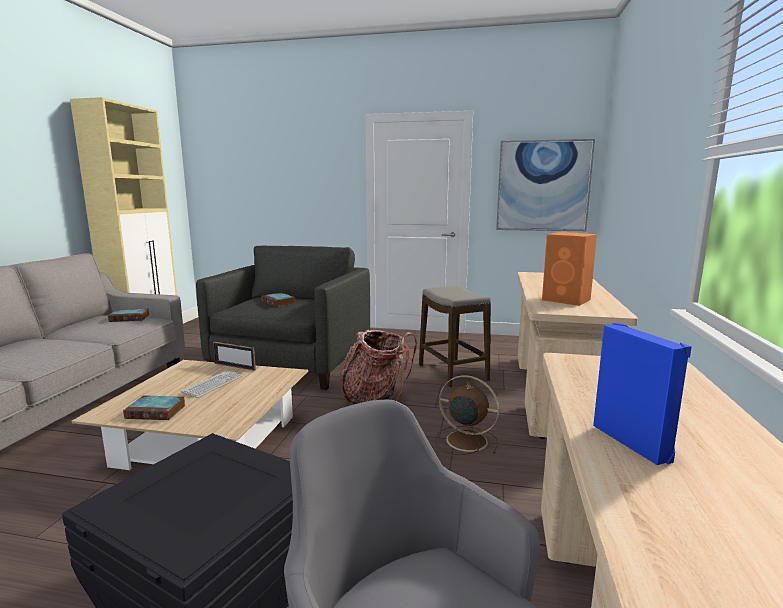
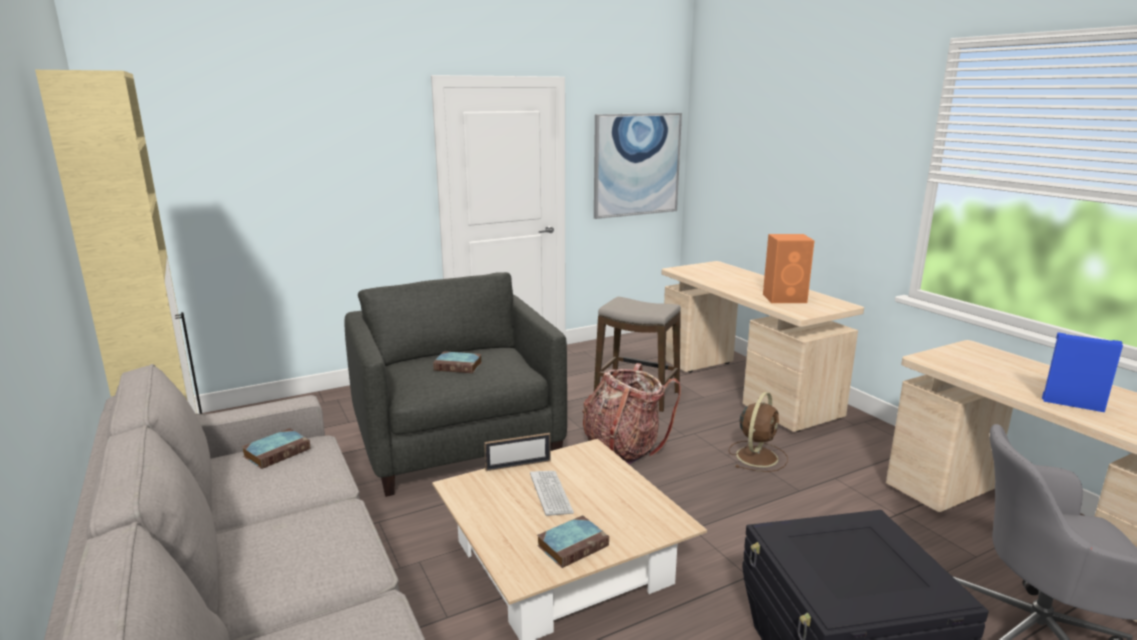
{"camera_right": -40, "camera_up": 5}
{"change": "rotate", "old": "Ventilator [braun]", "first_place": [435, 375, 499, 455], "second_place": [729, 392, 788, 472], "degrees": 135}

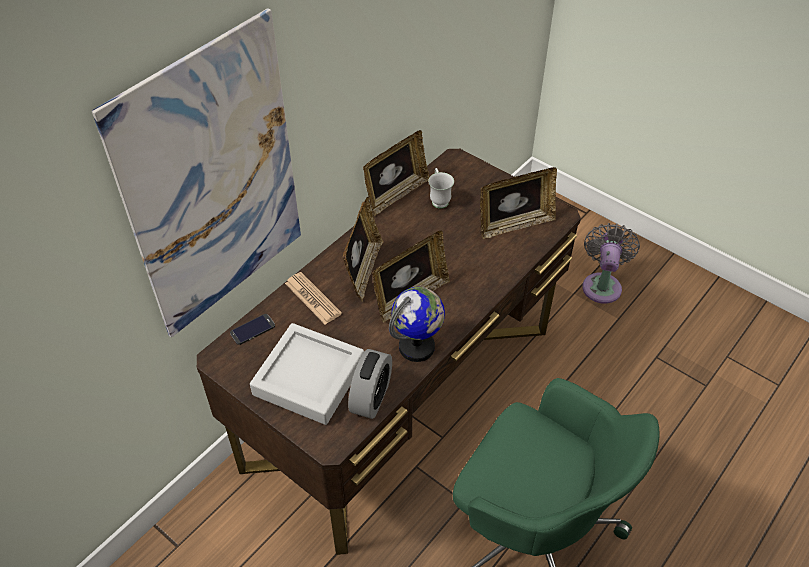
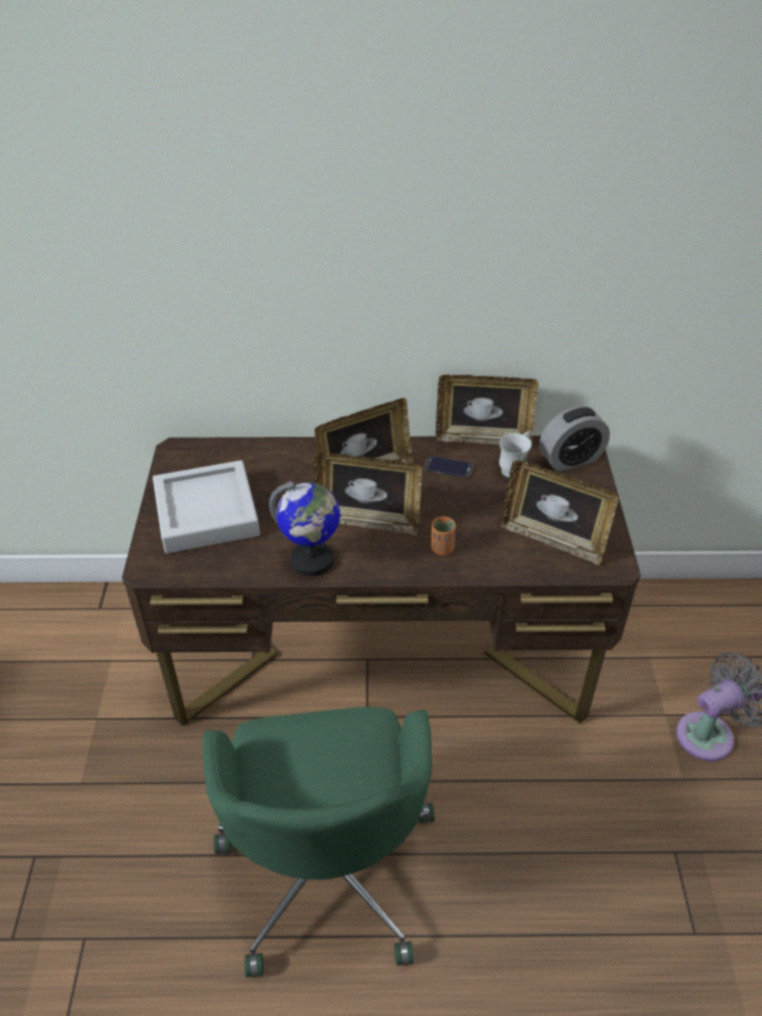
{"camera_right": 50, "camera_up": -5}
{"change": "move", "old": "Handy", "first_place": [230, 314, 275, 345], "second_place": [425, 456, 474, 478]}
{"change": "insert", "new": "Tasse [orange]", "second_place": [431, 517, 456, 555]}
{"change": "move", "old": "Wecker", "first_place": [348, 349, 392, 419], "second_place": [540, 406, 610, 472]}
{"change": "delete", "old": "Bild", "first_place": [92, 8, 301, 337]}
{"change": "delete", "old": "Zeitung", "first_place": [285, 272, 342, 324]}

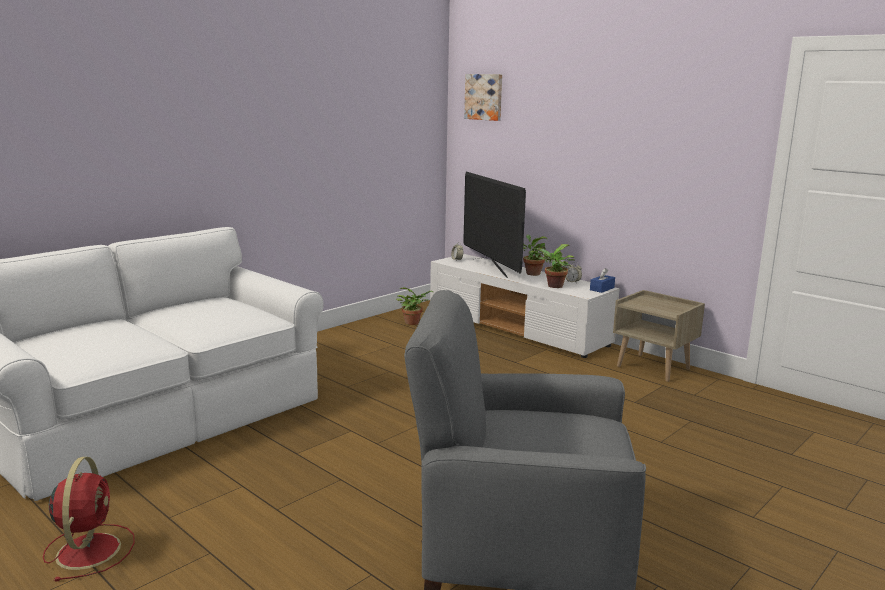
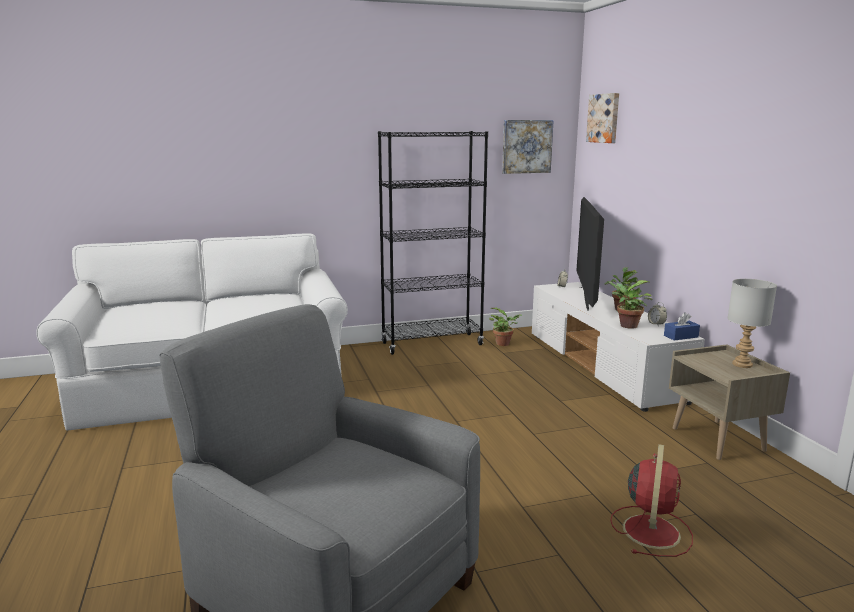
{"camera_right": 30, "camera_up": 0}
{"change": "insert", "new": "Bücherregal [schwarz]", "second_place": [378, 131, 488, 355]}
{"change": "insert", "new": "Bild", "second_place": [502, 120, 554, 174]}
{"change": "move", "old": "Ventilator [rot]", "first_place": [43, 457, 135, 581], "second_place": [610, 444, 693, 557]}
{"change": "insert", "new": "Tischlampe [grau]", "second_place": [728, 279, 777, 368]}

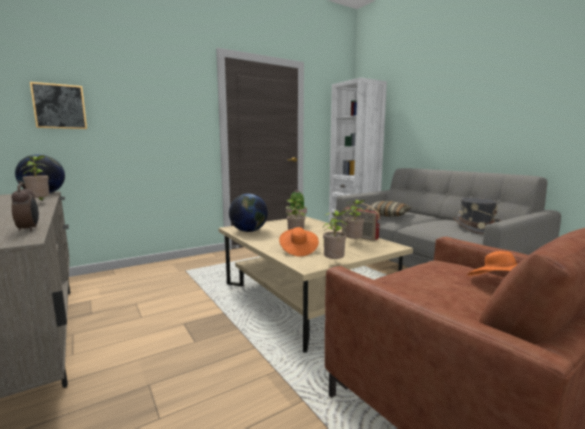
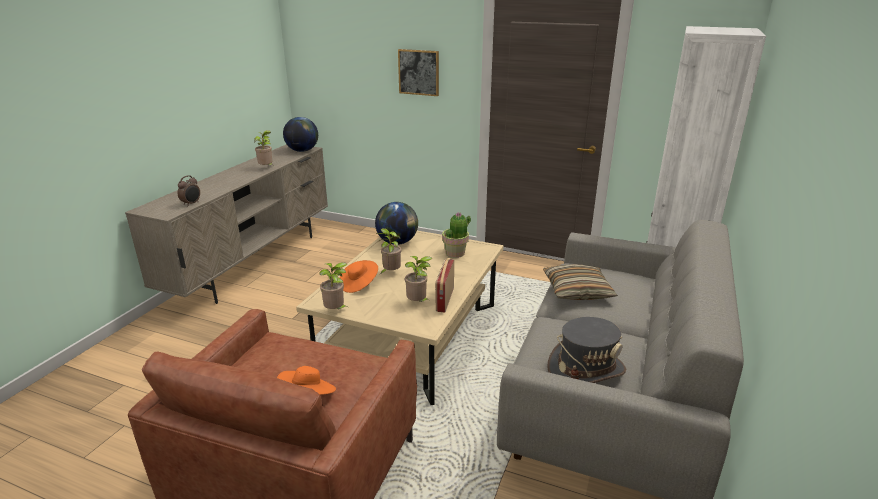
{"camera_right": 55, "camera_up": 15}
{"change": "move", "old": "Bild", "first_place": [30, 82, 87, 129], "second_place": [398, 49, 439, 96]}

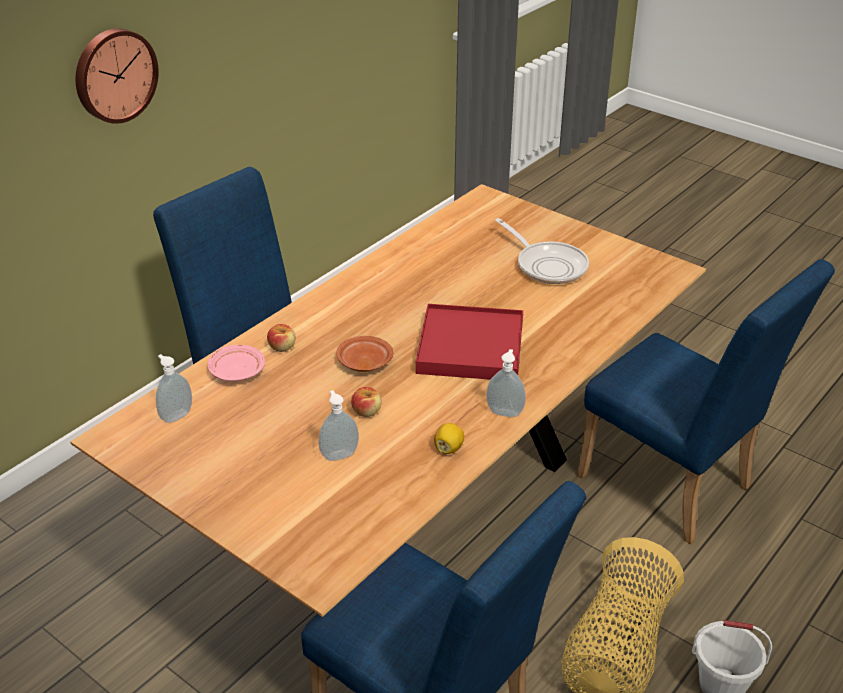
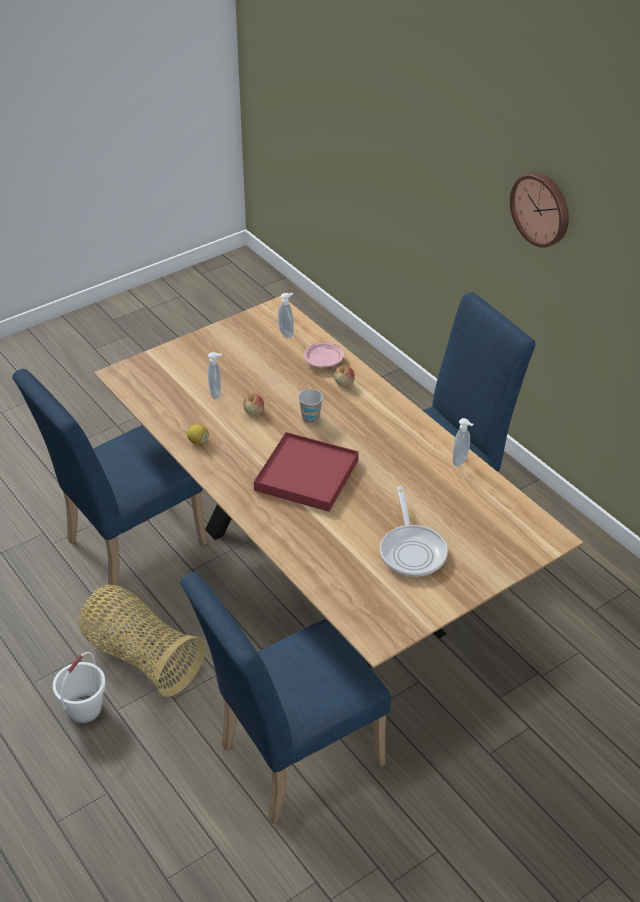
{"camera_right": 105, "camera_up": 5}
{"change": "replace", "old": "Teller [braun]", "new": "Tasse", "first_place": [336, 336, 393, 372], "second_place": [298, 389, 323, 424]}
{"change": "rotate", "old": "Pfanne", "first_place": [495, 218, 589, 284], "second_place": [380, 486, 448, 577], "degrees": -75}
{"change": "move", "old": "Seifenspender", "first_place": [486, 349, 526, 417], "second_place": [453, 418, 473, 467]}

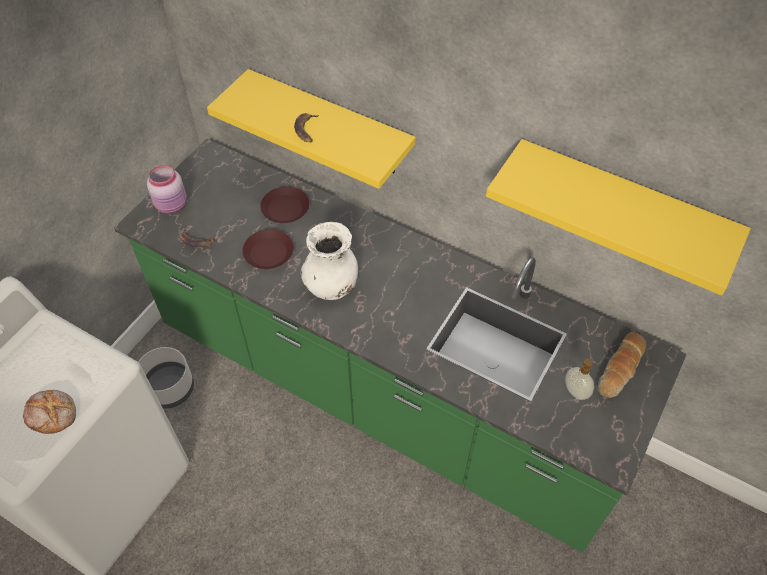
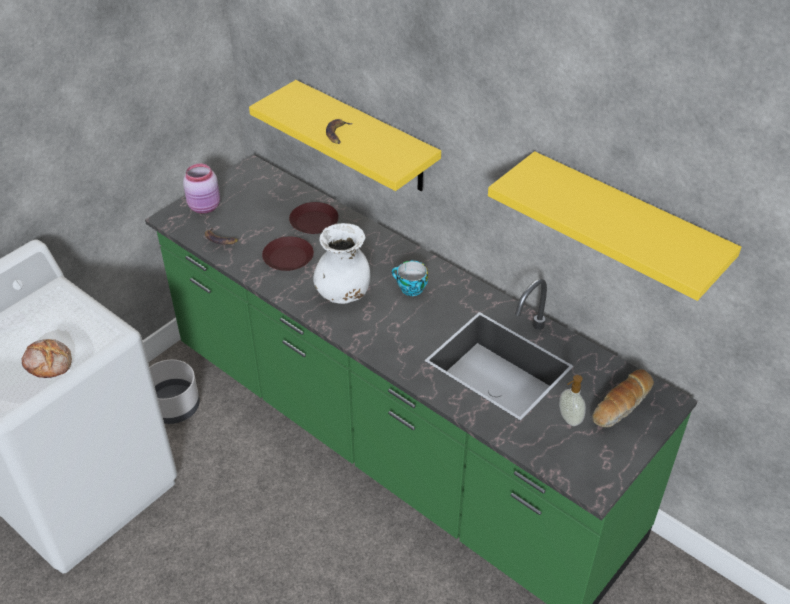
{"camera_right": 10, "camera_up": -10}
{"change": "insert", "new": "Tasse", "second_place": [392, 261, 428, 296]}

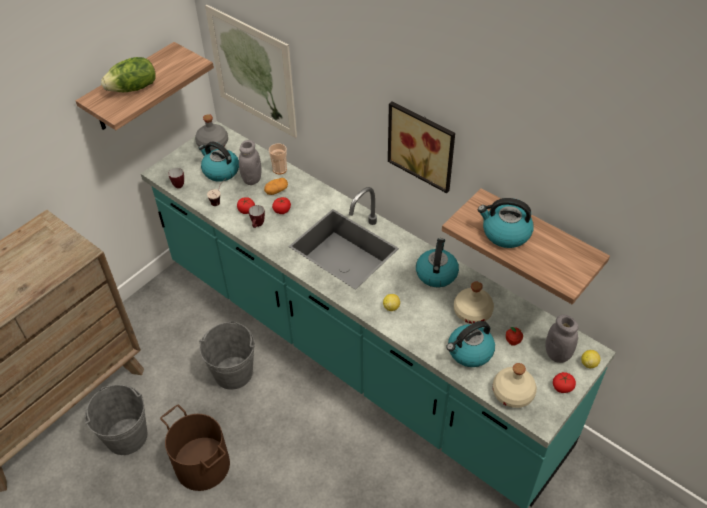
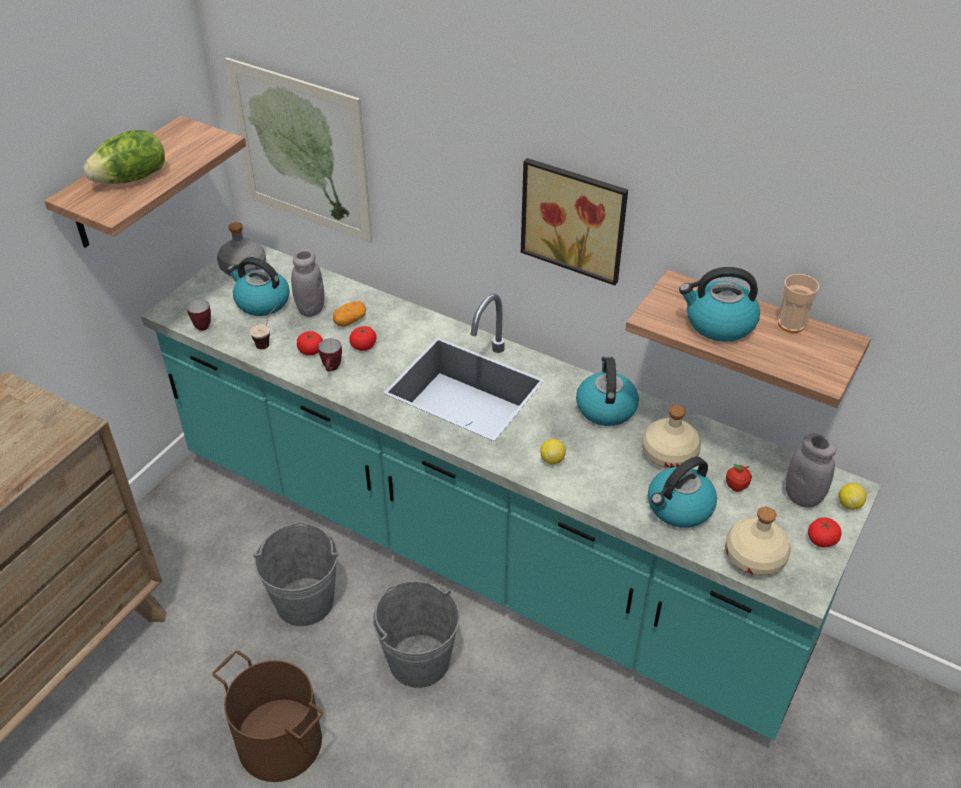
{"camera_right": -10, "camera_up": -5}
{"change": "move", "old": "Eimer [grau]", "first_place": [85, 385, 148, 455], "second_place": [373, 581, 460, 688]}
{"change": "move", "old": "Tasse", "first_place": [269, 144, 287, 174], "second_place": [778, 274, 819, 333]}

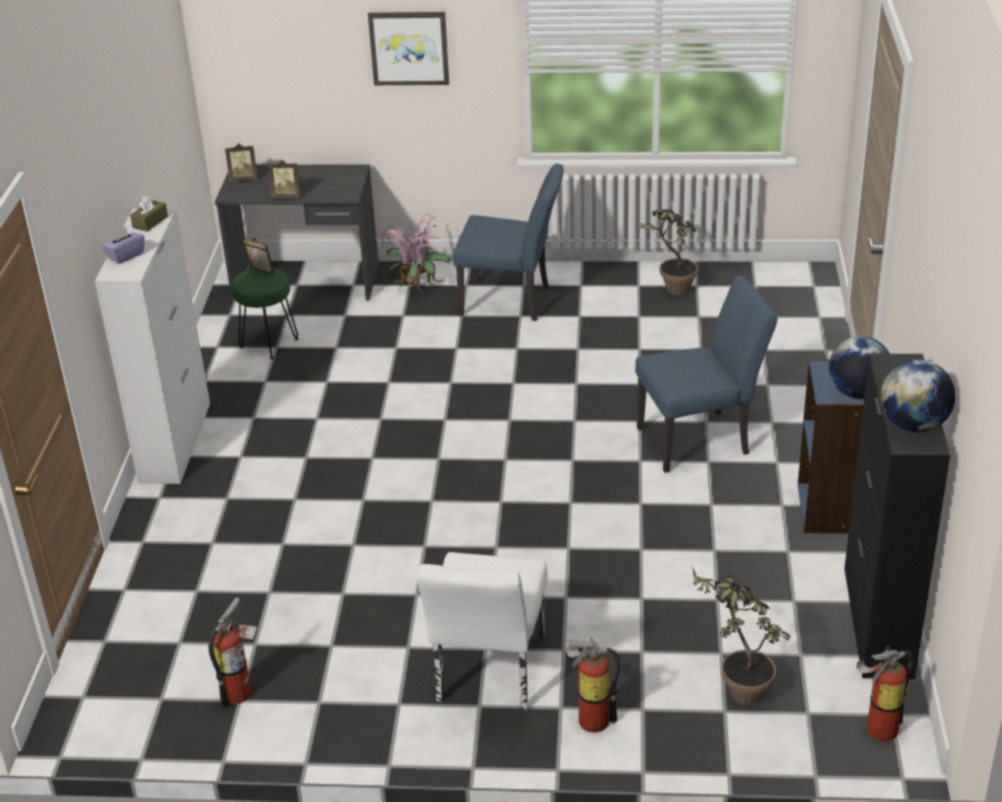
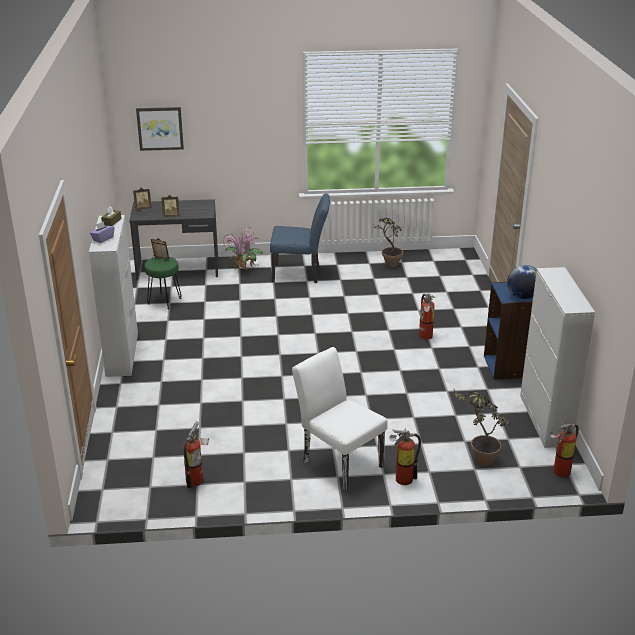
{"camera_right": -10, "camera_up": -5}
{"change": "move", "old": "Bild", "first_place": [368, 12, 449, 85], "second_place": [136, 107, 184, 151]}
{"change": "rotate", "old": "Stuhl [weiß]", "first_place": [417, 552, 548, 710], "second_place": [292, 347, 388, 491], "degrees": 135}
{"change": "replace", "old": "Stuhl [blau]", "new": "Feuerlöscher", "first_place": [635, 276, 778, 473], "second_place": [419, 294, 435, 340]}
{"change": "recolor", "old": "Schrank [schwarz]", "new": "Schrank [weiß]", "first_place": [844, 354, 950, 679], "second_place": [520, 267, 595, 448]}
{"change": "delete", "old": "Globus", "first_place": [881, 360, 956, 432]}

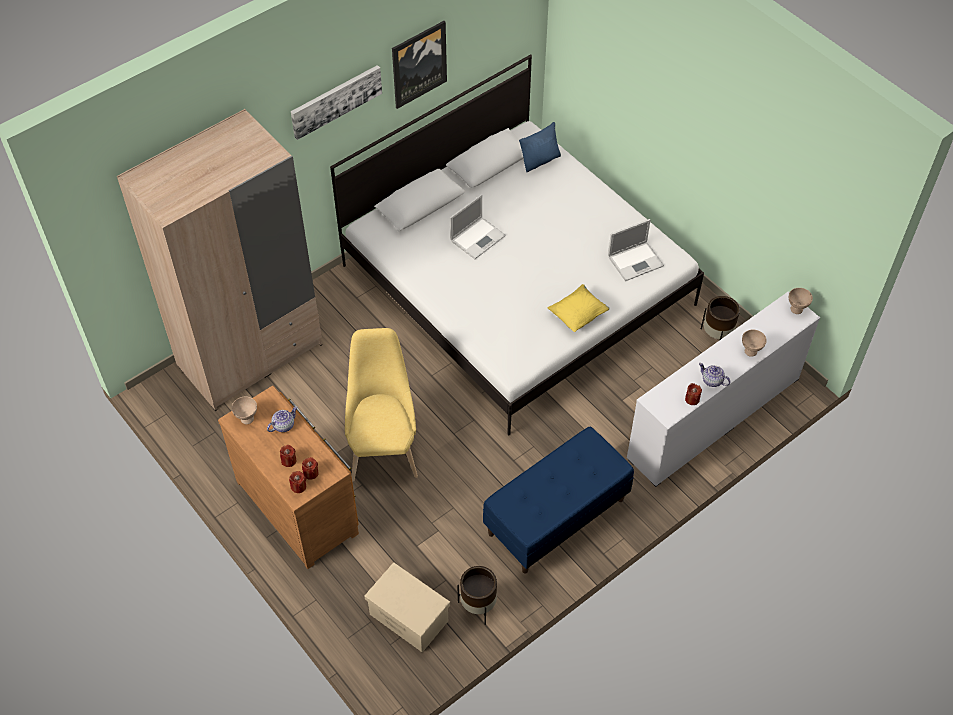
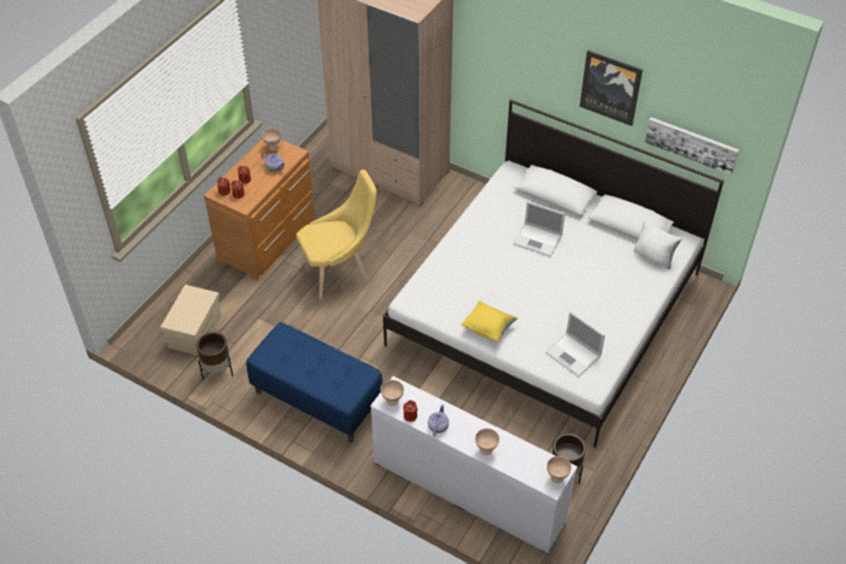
{"camera_right": 70, "camera_up": -5}
{"change": "insert", "new": "Schüssel [beige]", "second_place": [381, 380, 404, 406]}
{"change": "recolor", "old": "Kissen [blau]", "new": "Kissen [weiß]", "first_place": [519, 122, 561, 172], "second_place": [633, 221, 683, 269]}
{"change": "move", "old": "Bild", "first_place": [291, 65, 382, 140], "second_place": [645, 117, 739, 175]}

